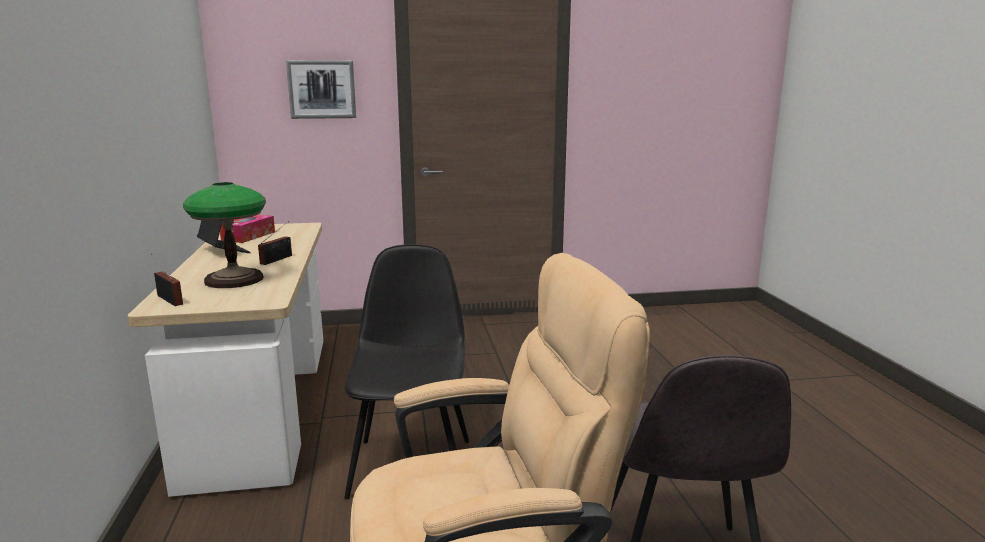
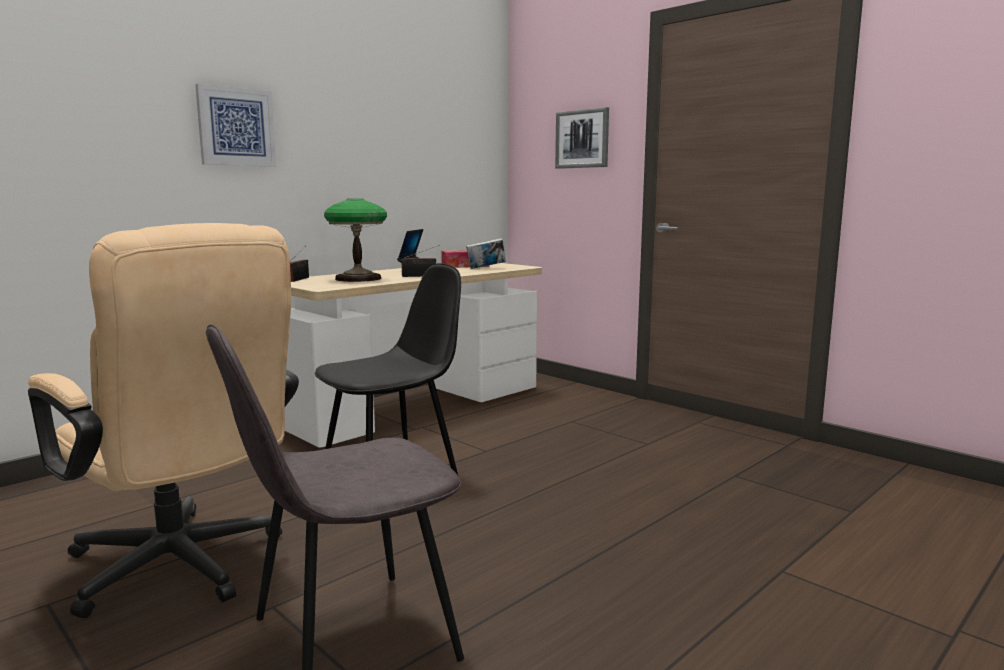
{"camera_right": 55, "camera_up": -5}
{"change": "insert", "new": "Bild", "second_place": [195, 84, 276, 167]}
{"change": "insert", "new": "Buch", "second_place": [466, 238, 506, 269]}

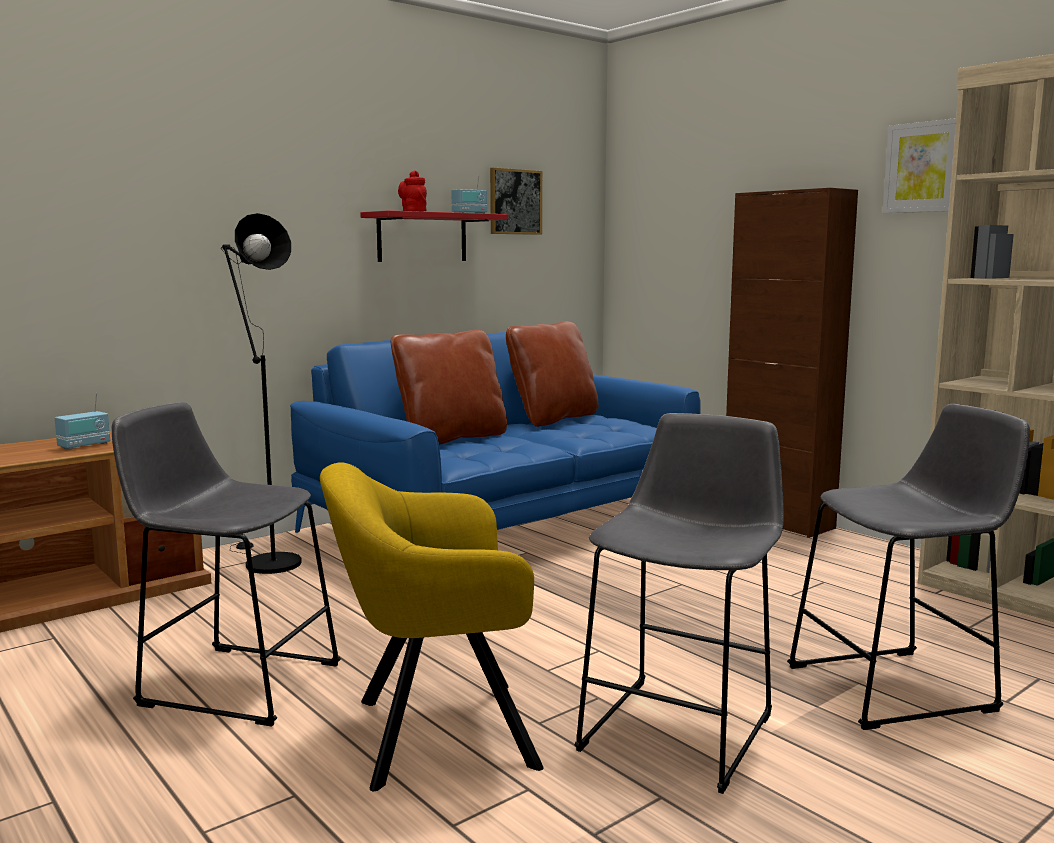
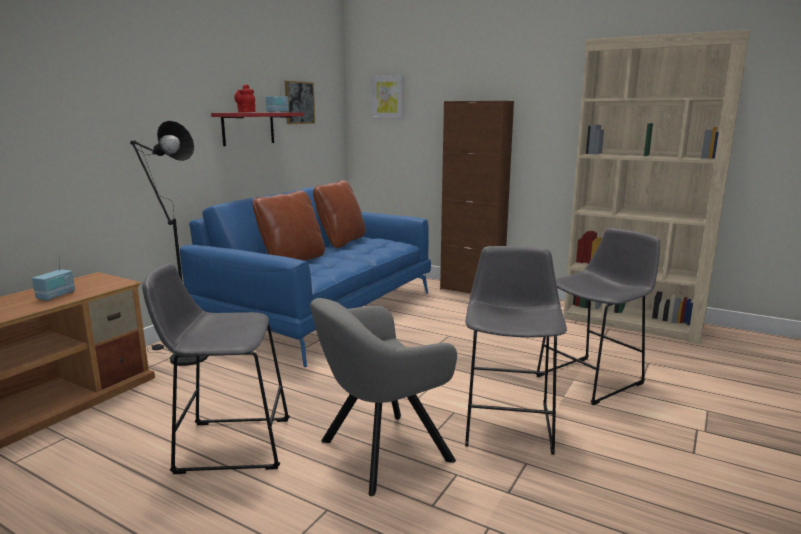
{"camera_right": -20, "camera_up": 5}
{"change": "recolor", "old": "Sessel [gelb]", "new": "Sessel [grau]", "first_place": [320, 462, 544, 791], "second_place": [310, 298, 457, 496]}
{"change": "move", "old": "Bild", "first_place": [883, 118, 956, 213], "second_place": [371, 75, 404, 119]}

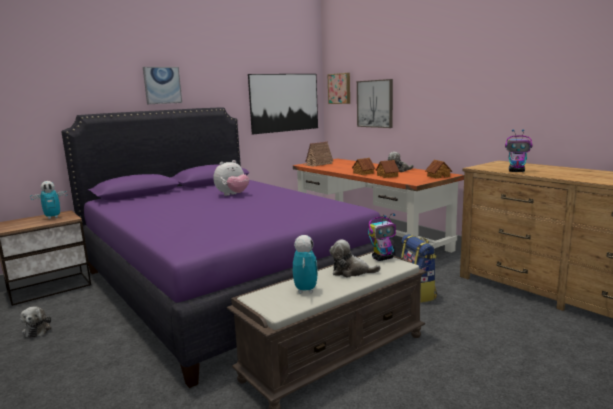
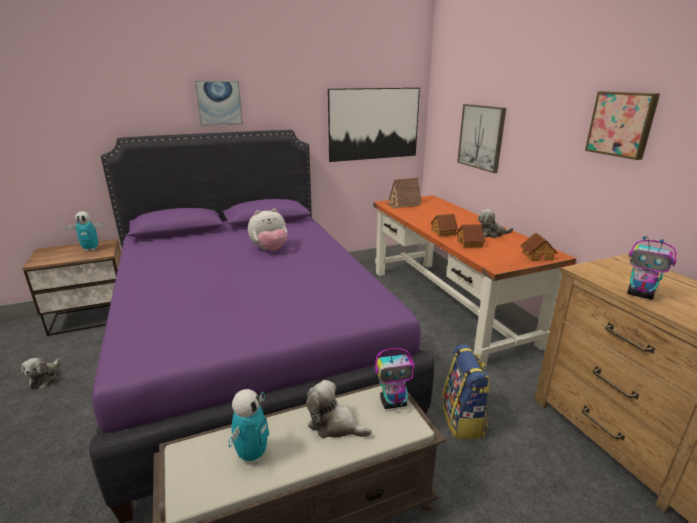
{"camera_right": 15, "camera_up": 10}
{"change": "move", "old": "Bild", "first_place": [328, 73, 350, 104], "second_place": [585, 91, 660, 160]}

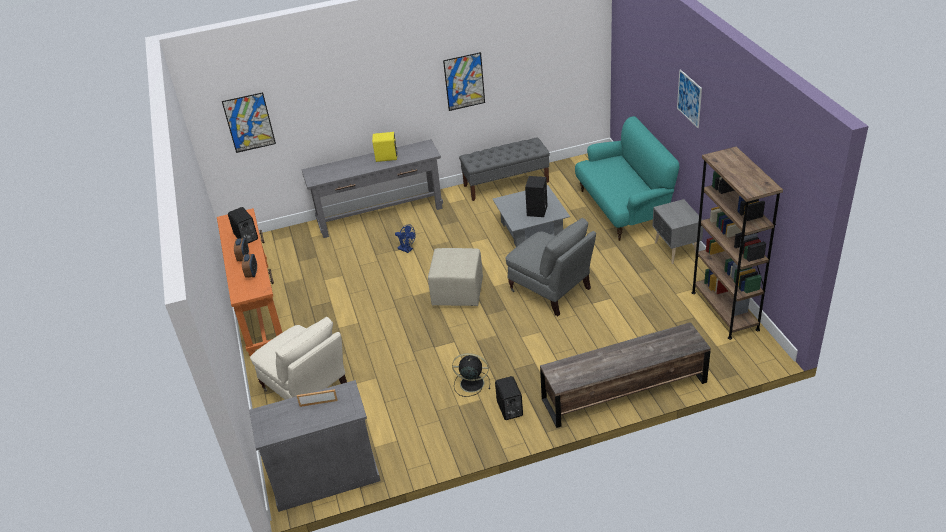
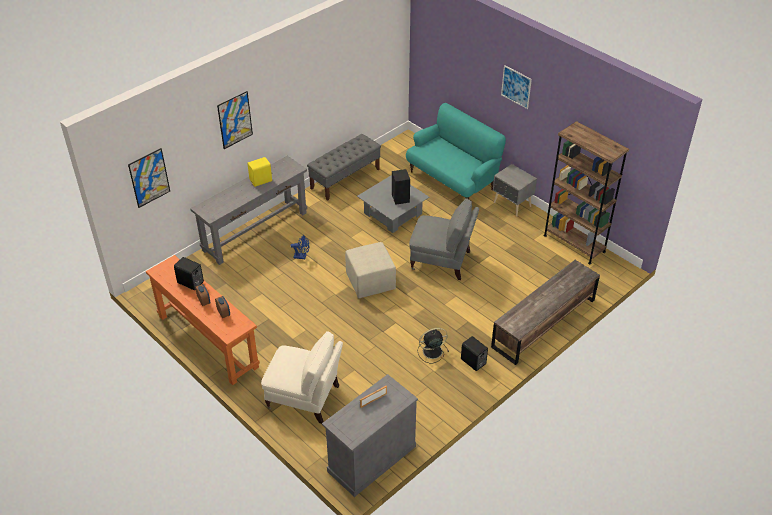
{"camera_right": -30, "camera_up": 5}
{"change": "move", "old": "Bild", "first_place": [443, 52, 485, 111], "second_place": [217, 91, 253, 149]}

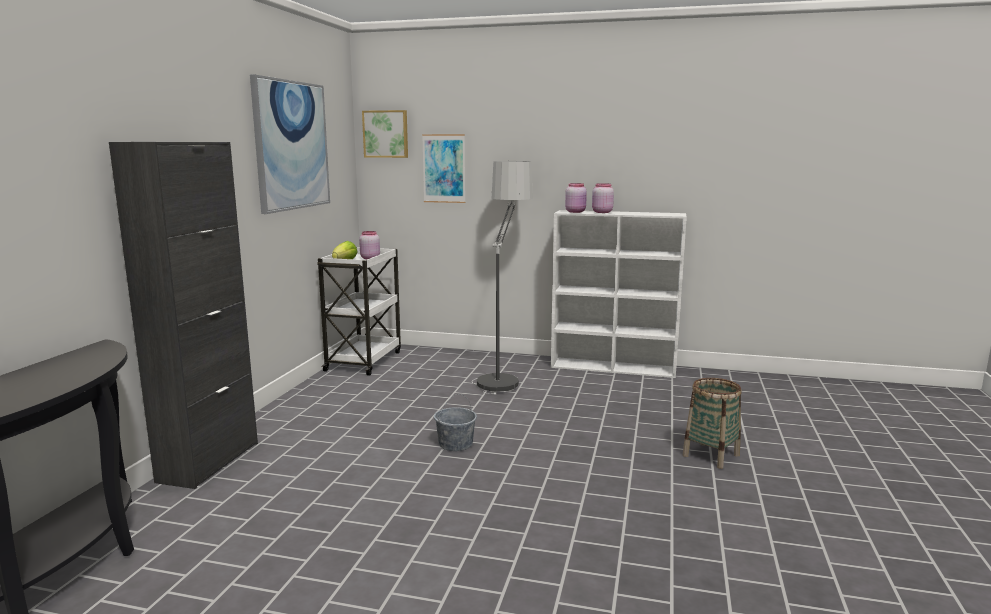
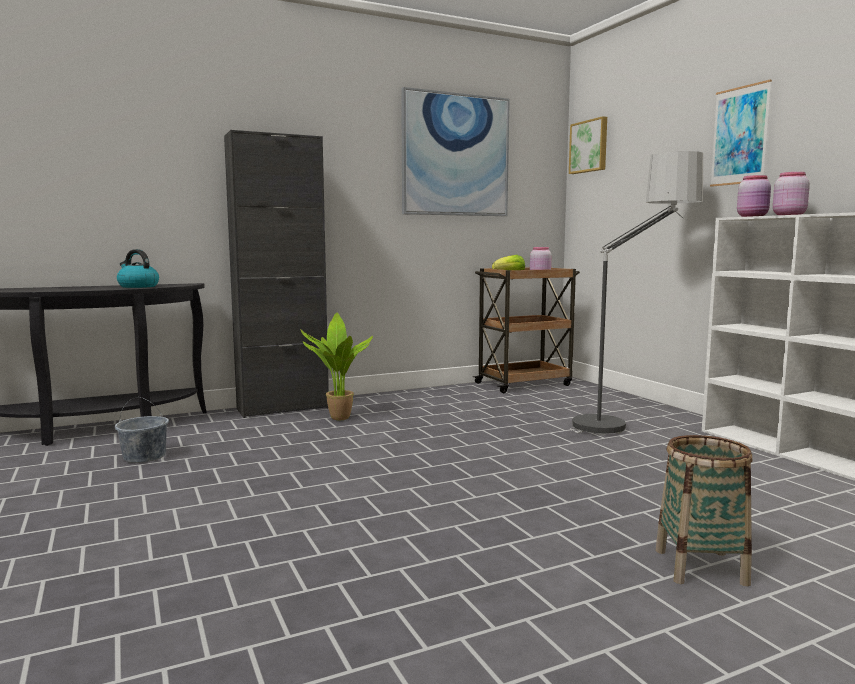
{"camera_right": 50, "camera_up": -5}
{"change": "move", "old": "Eimer [grau]", "first_place": [434, 394, 477, 451], "second_place": [115, 397, 169, 463]}
{"change": "insert", "new": "Wasserkessel", "second_place": [117, 249, 159, 288]}
{"change": "insert", "new": "Topfpflanze", "second_place": [300, 313, 373, 420]}
{"change": "recolor", "old": "Rollwagen [weiß]", "new": "Rollwagen [braun]", "first_place": [317, 247, 401, 376], "second_place": [473, 268, 580, 393]}
{"change": "move", "old": "Bild", "first_place": [422, 134, 466, 203], "second_place": [710, 80, 772, 187]}

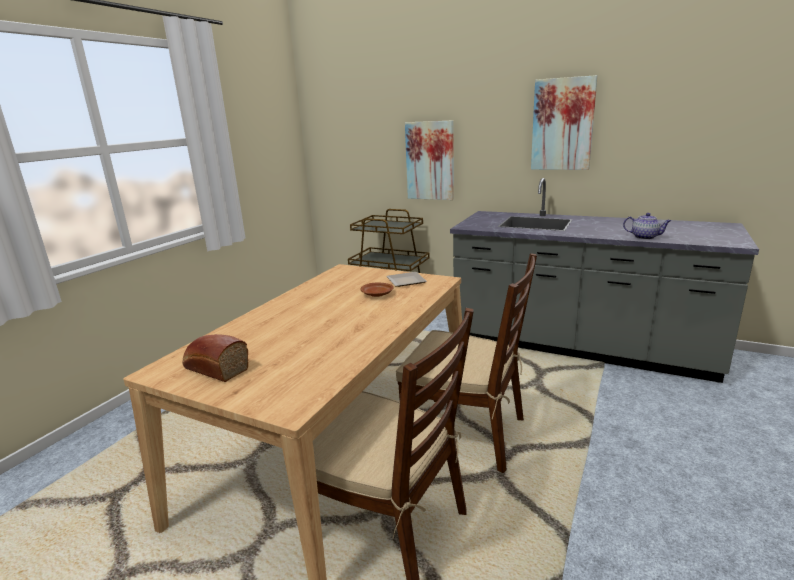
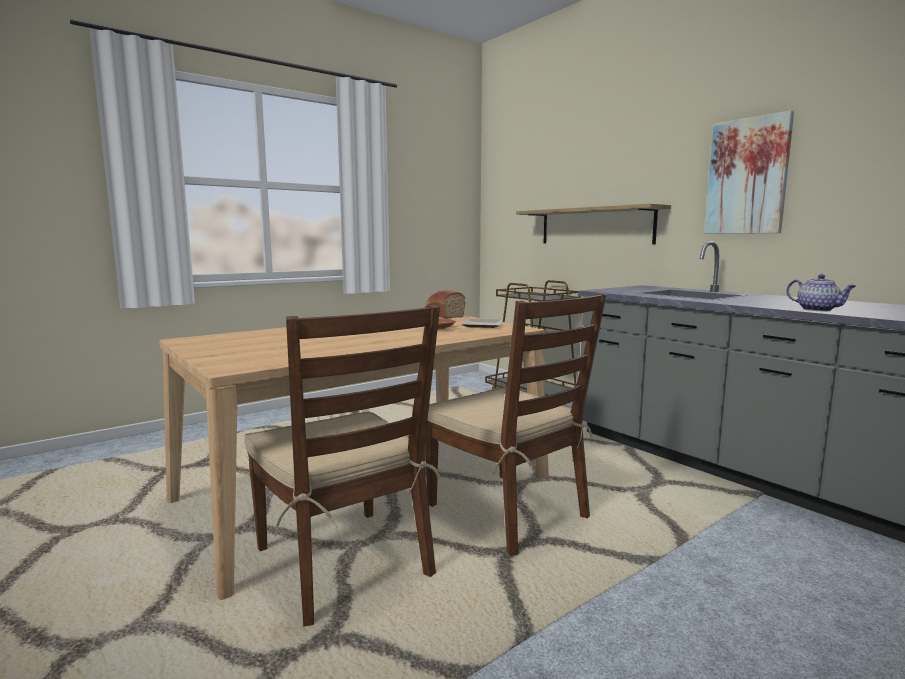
{"camera_right": 25, "camera_up": -10}
{"change": "move", "old": "Brot", "first_place": [182, 334, 248, 382], "second_place": [424, 290, 465, 319]}
{"change": "replace", "old": "Bild", "new": "Wandregal", "first_place": [405, 120, 454, 200], "second_place": [516, 203, 671, 244]}

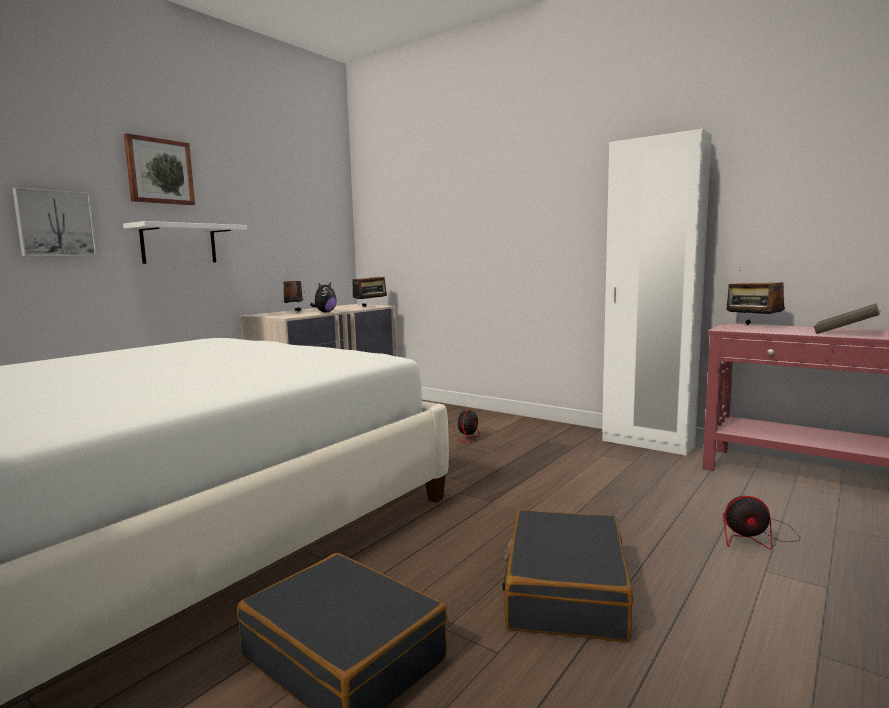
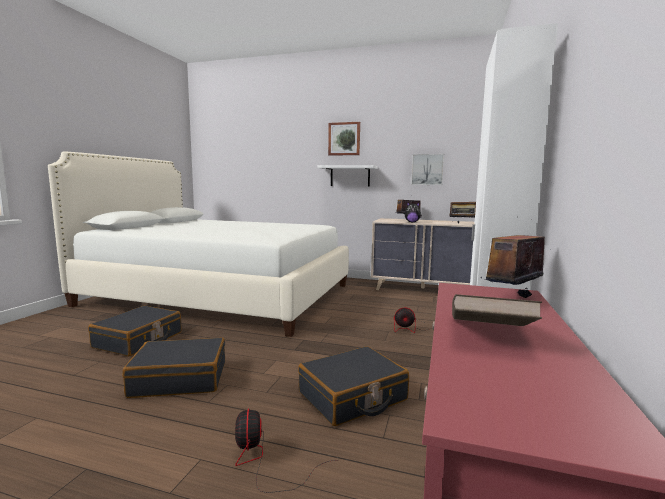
{"camera_right": 70, "camera_up": 0}
{"change": "insert", "new": "Koffer [schwarz]", "second_place": [298, 346, 409, 426]}
{"change": "move", "old": "Bild", "first_place": [12, 187, 97, 256], "second_place": [411, 154, 444, 185]}

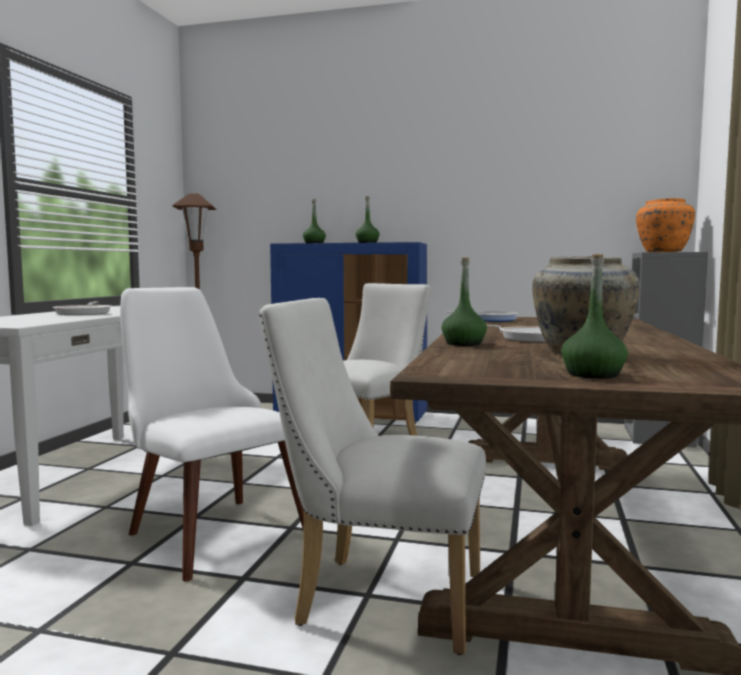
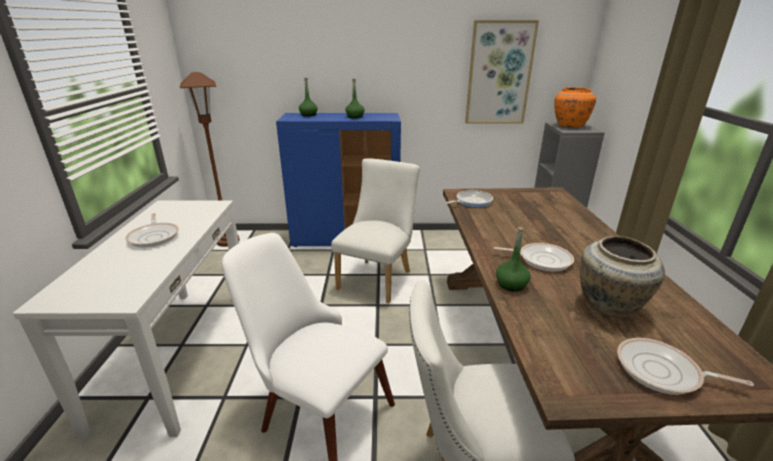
{"camera_right": -15, "camera_up": 20}
{"change": "insert", "new": "Bild", "second_place": [465, 20, 539, 123]}
{"change": "replace", "old": "Flasche [grün]", "new": "Pfanne", "first_place": [561, 254, 628, 379], "second_place": [617, 338, 754, 395]}

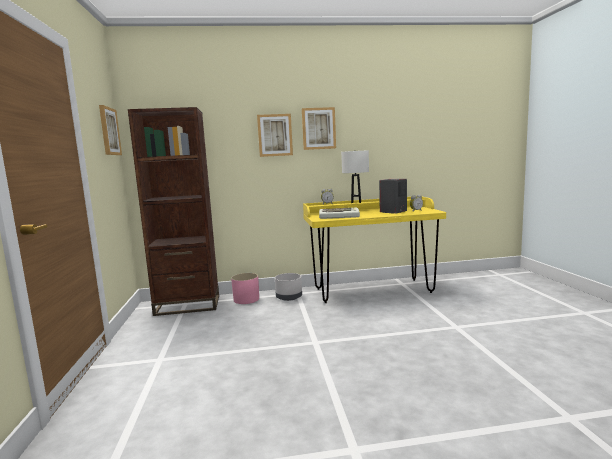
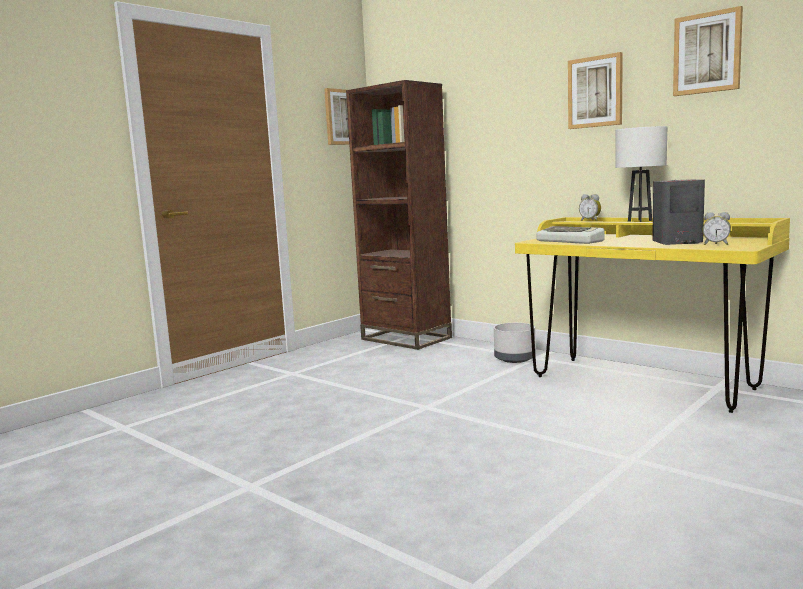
{"camera_right": 50, "camera_up": 0}
{"change": "move", "old": "Bild", "first_place": [257, 114, 293, 157], "second_place": [673, 6, 743, 96]}
{"change": "delete", "old": "Pflanzkübel [rosa]", "first_place": [231, 273, 259, 304]}

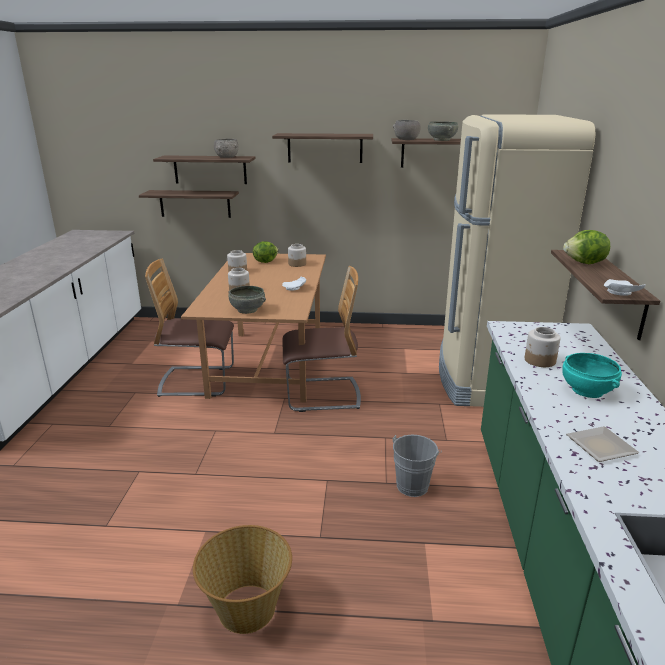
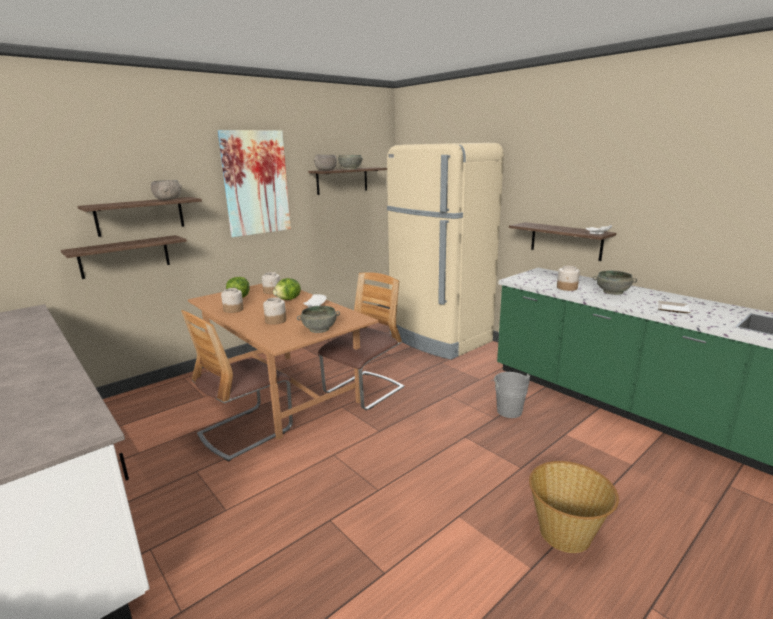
{"camera_right": -45, "camera_up": -5}
{"change": "replace", "old": "Wandregal", "new": "Bild", "first_place": [272, 133, 373, 163], "second_place": [218, 130, 291, 237]}
{"change": "move", "old": "Salatkopf", "first_place": [563, 230, 610, 264], "second_place": [273, 278, 301, 300]}
{"change": "recolor", "old": "Schüssel [türkis]", "new": "Schüssel [grau]", "first_place": [562, 353, 622, 398], "second_place": [593, 271, 637, 295]}

